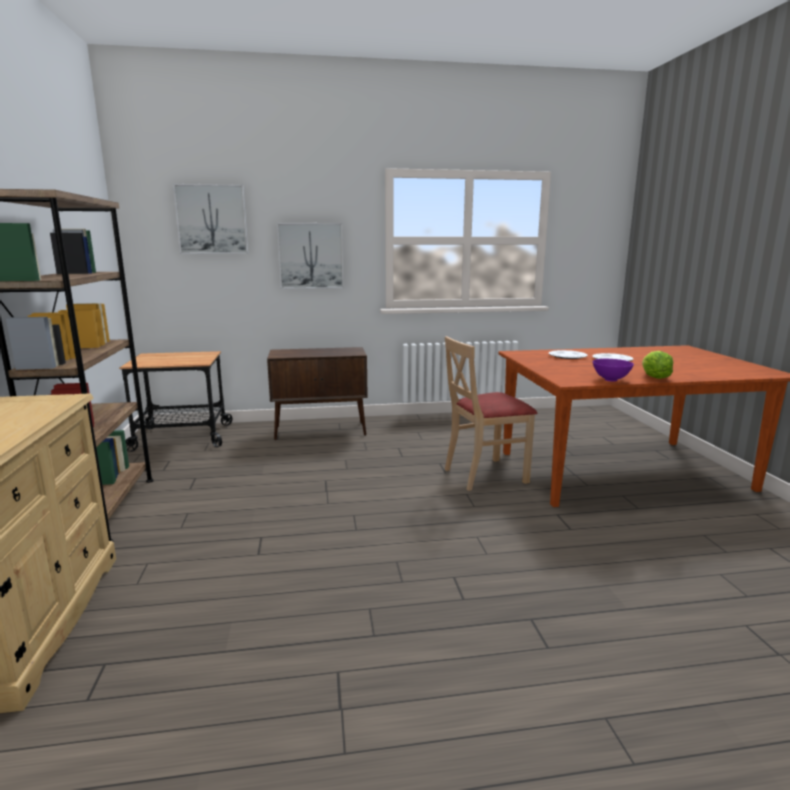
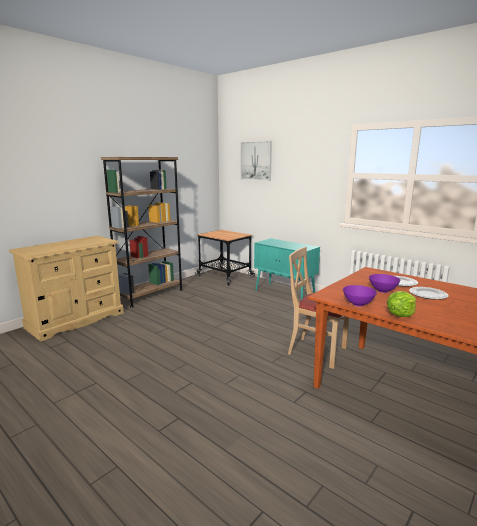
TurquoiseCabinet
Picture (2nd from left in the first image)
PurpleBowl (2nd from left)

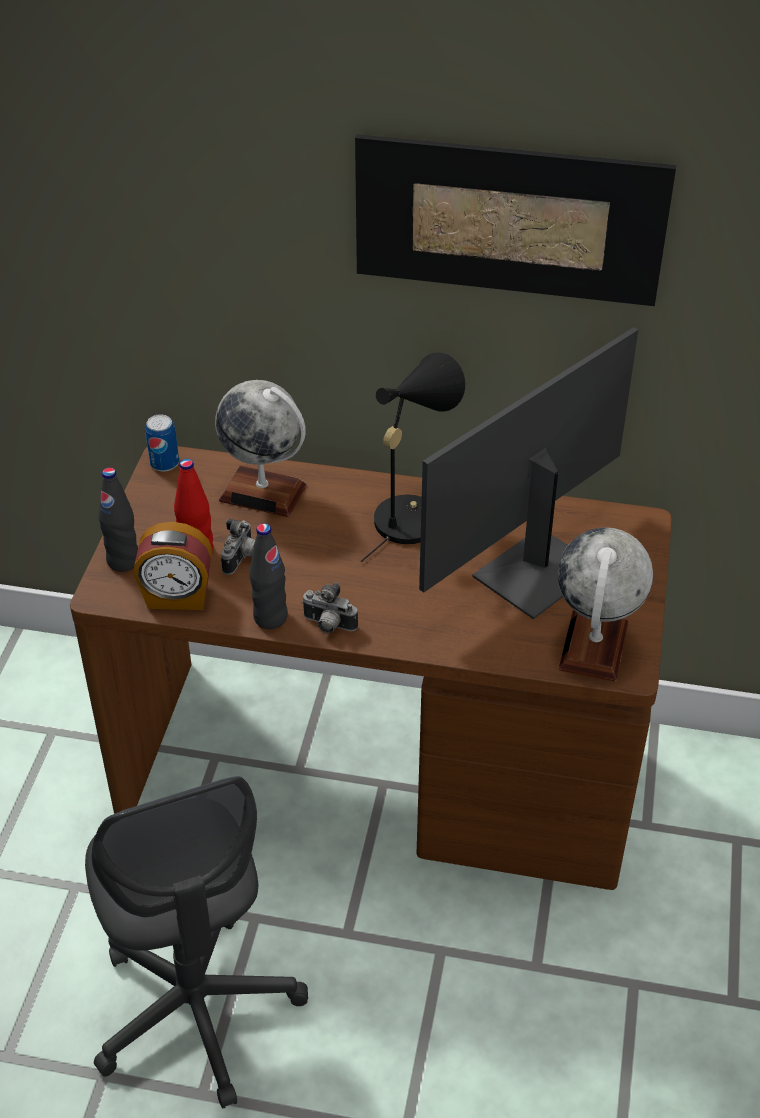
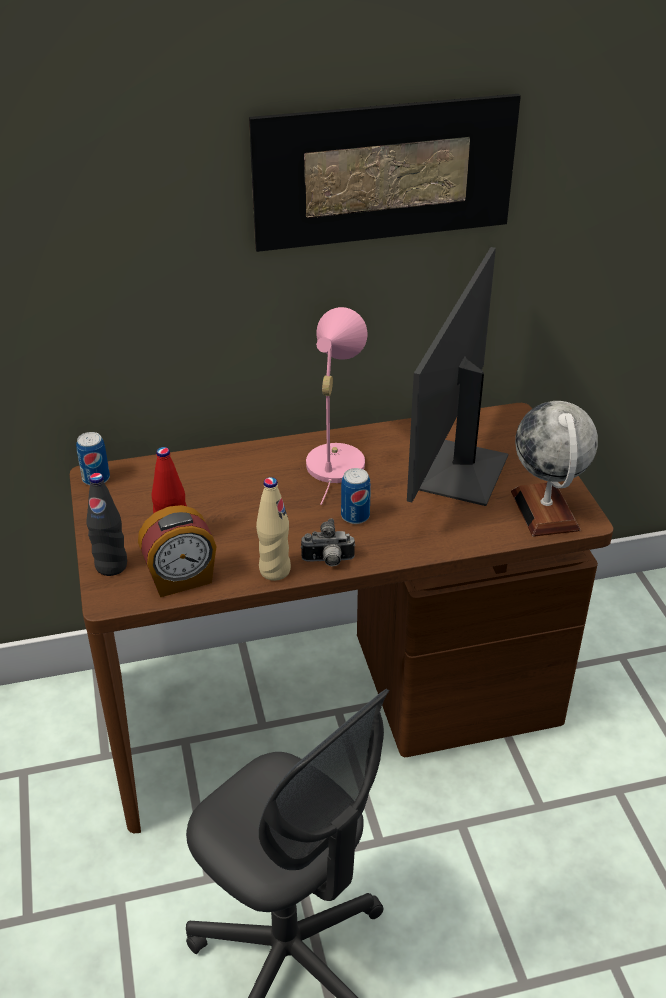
Globe (1st from left in the first image)
PhotoCamera (1st from left in the first image)
BeigeBottle
PinkTableLamp
Can (2nd from left)

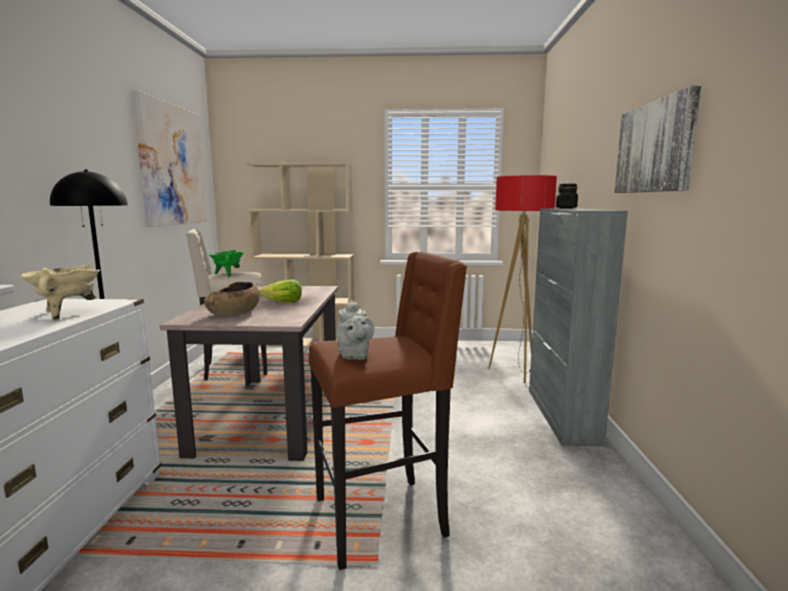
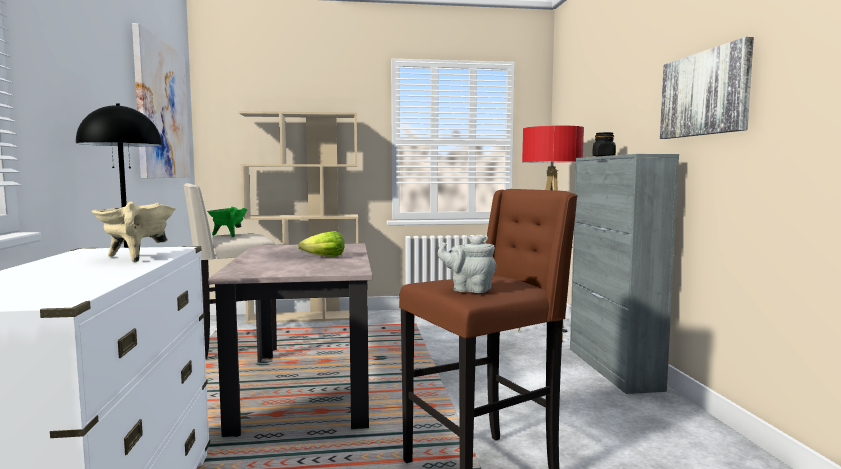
BrownBowl
GreyTeapot

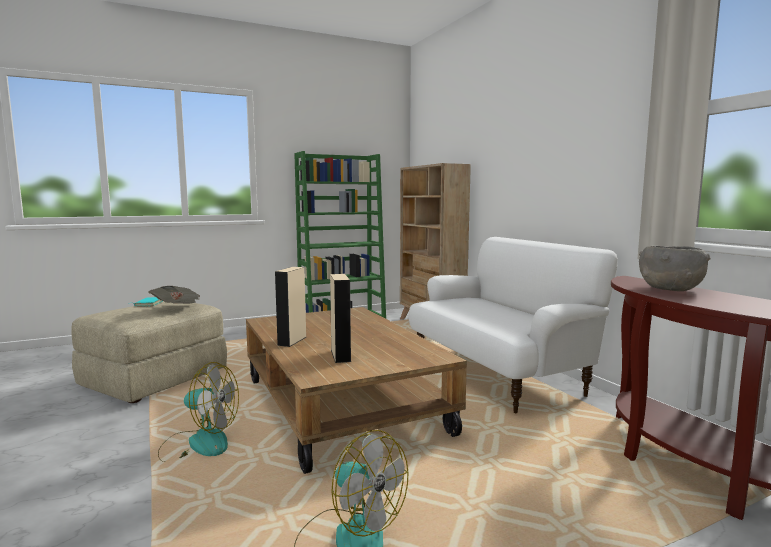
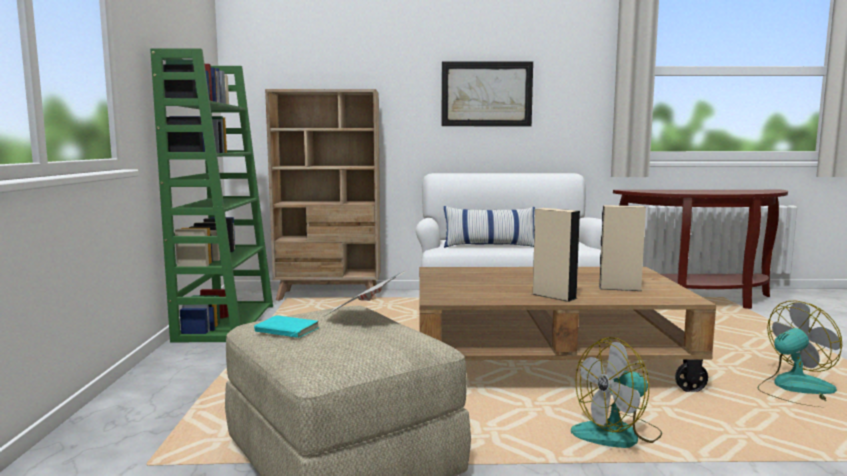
Fan (1st from left)
GreyBowl
Picture
Pillow

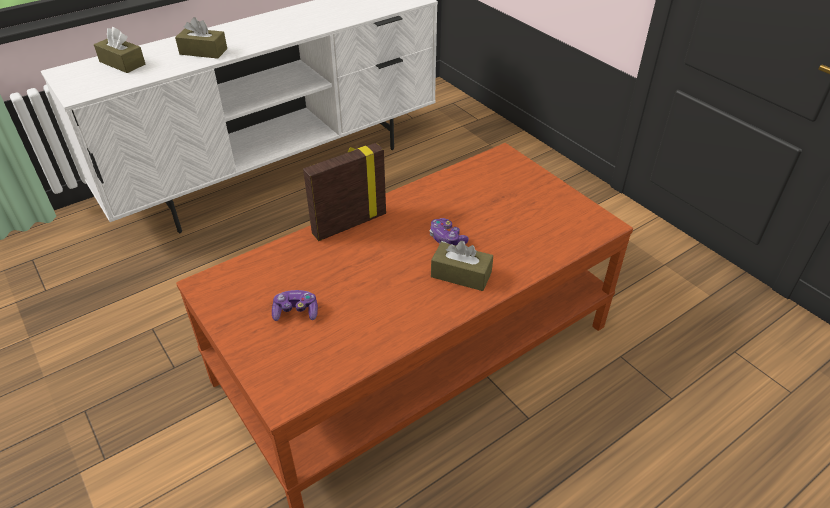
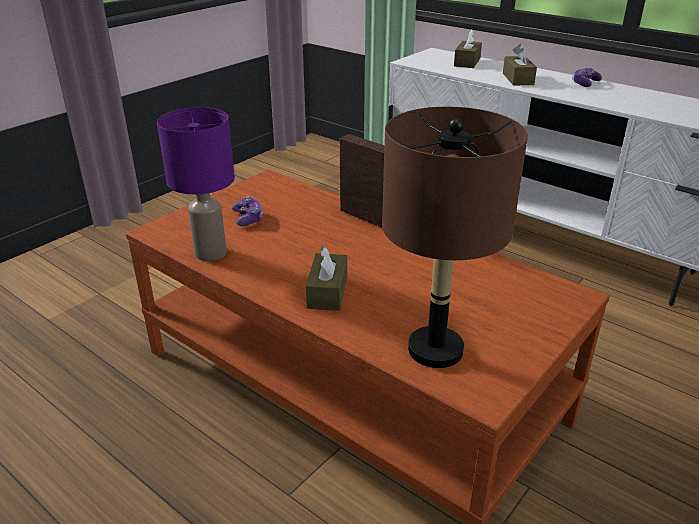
GameController (2nd from left)
PurpleTableLamp
BrownTableLamp

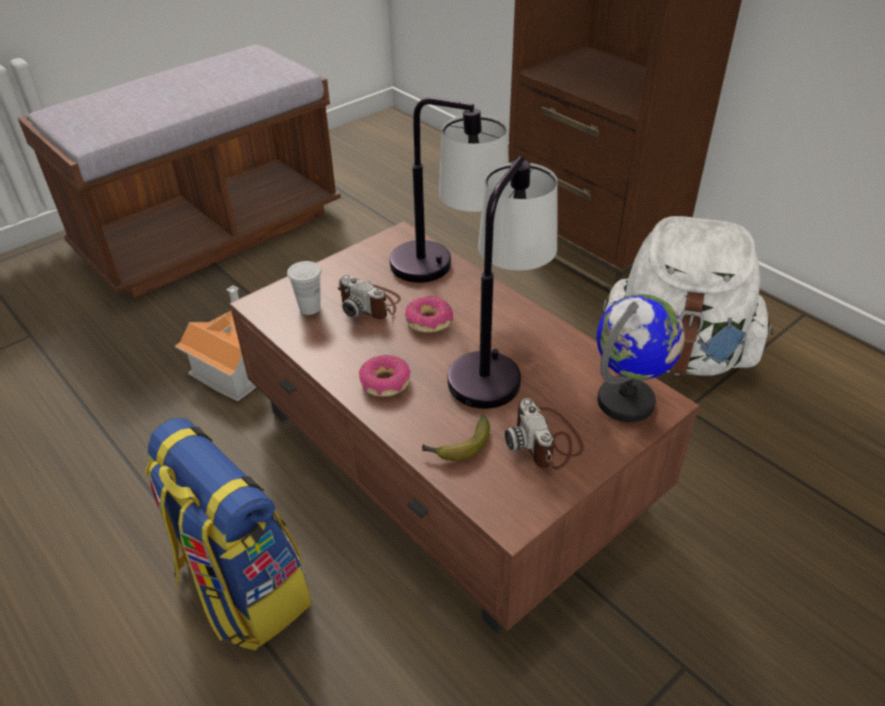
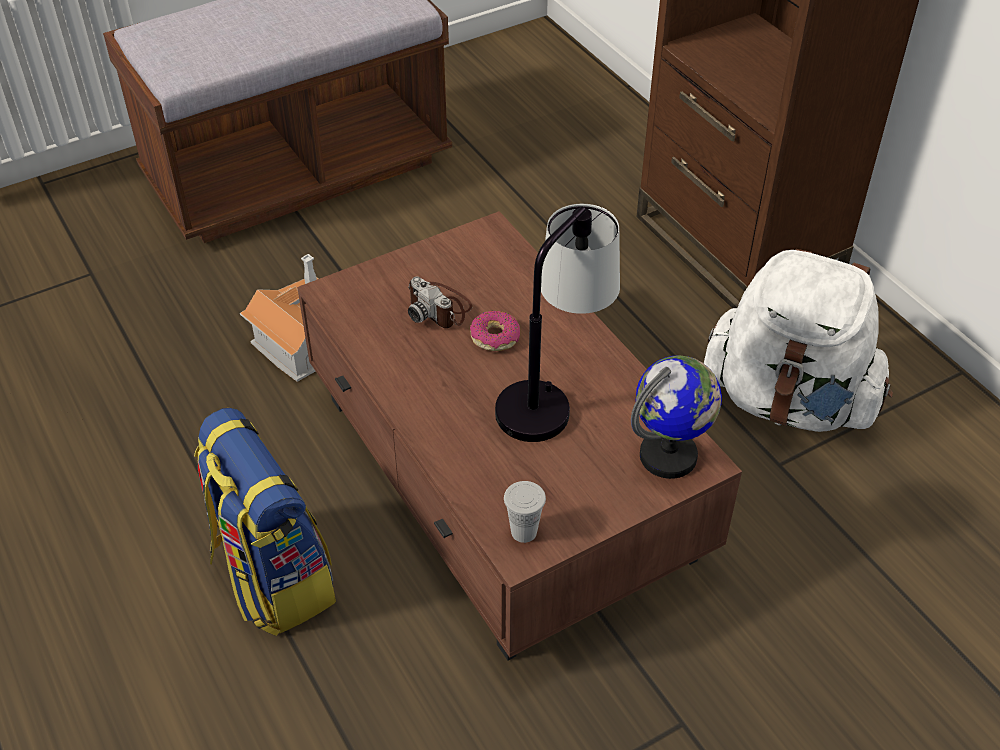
WhiteCup
Donut (1st from left in the first image)
TableLamp (1st from left in the first image)
Banana
PhotoCamera (2nd from left in the first image)

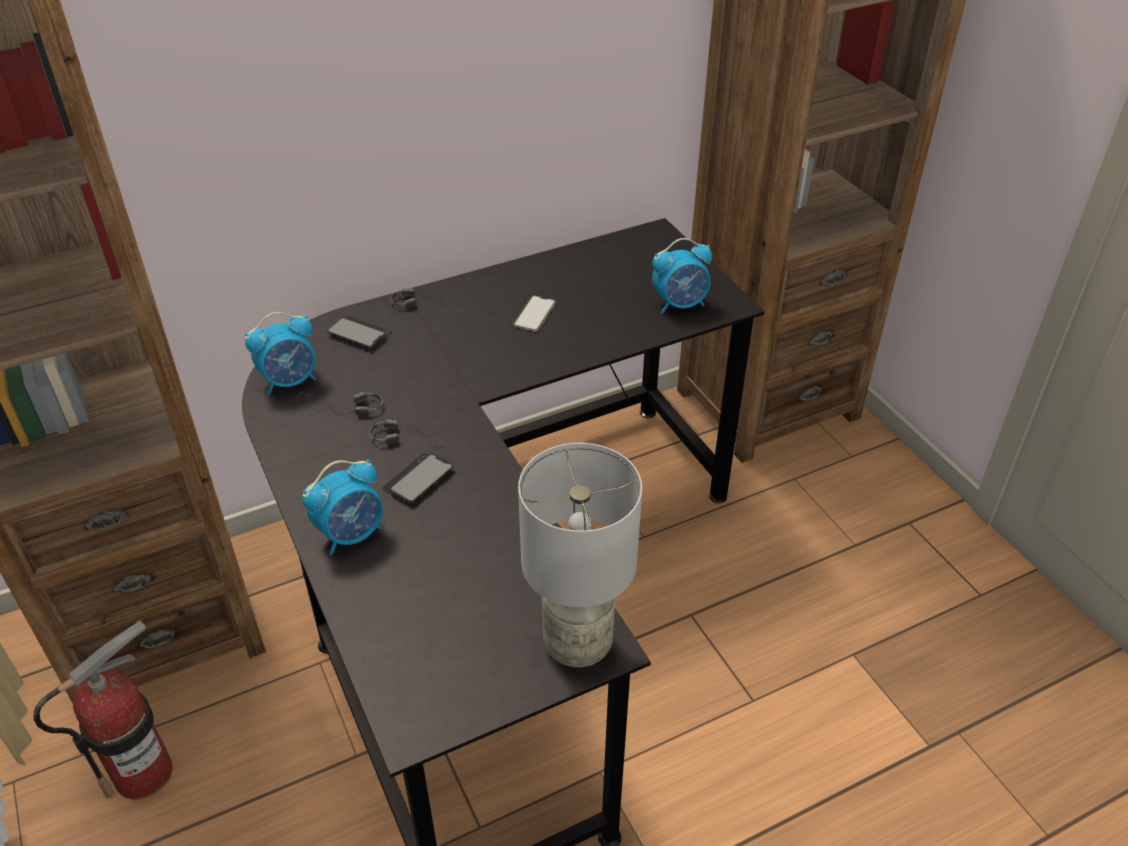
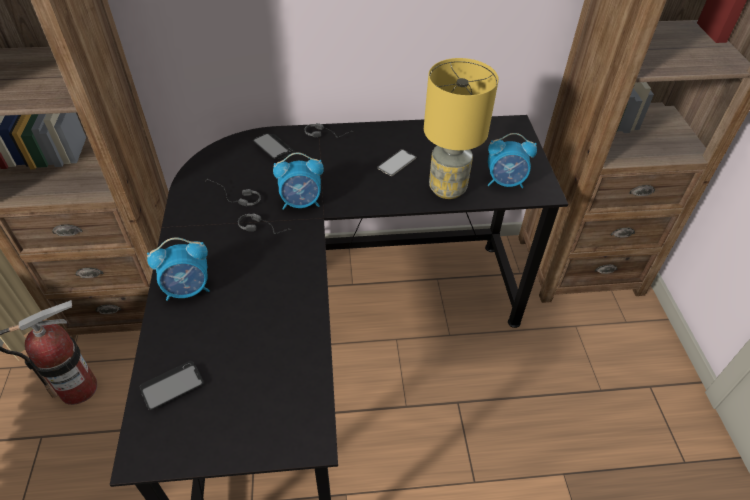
AlarmClock (2nd from left)
Phone (1st from left)
GreyTableLamp
YellowTableLamp

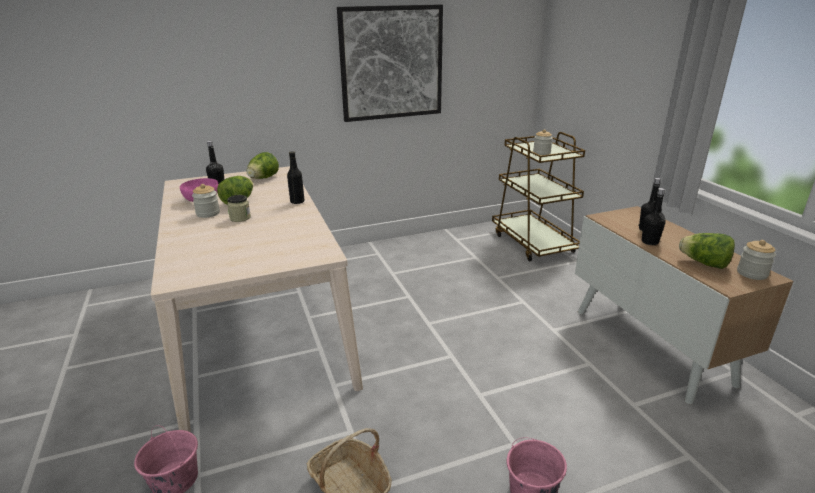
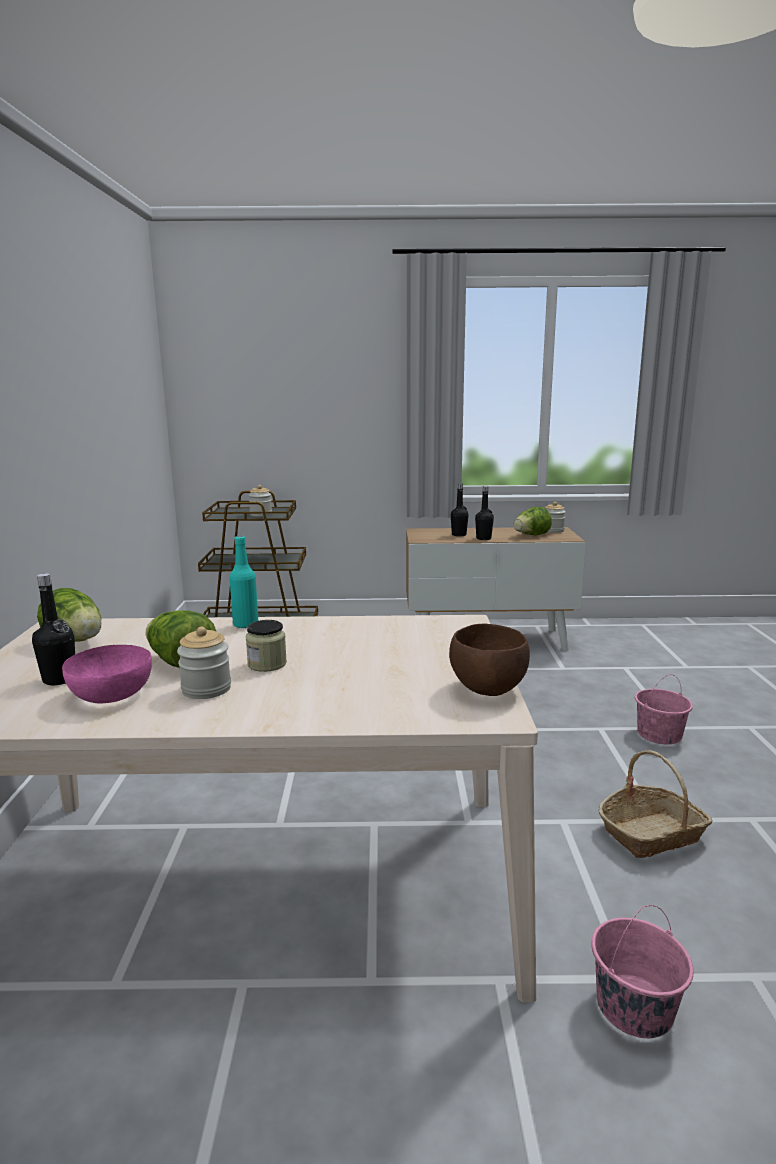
TurquoiseBottle
Picture
BrownBowl

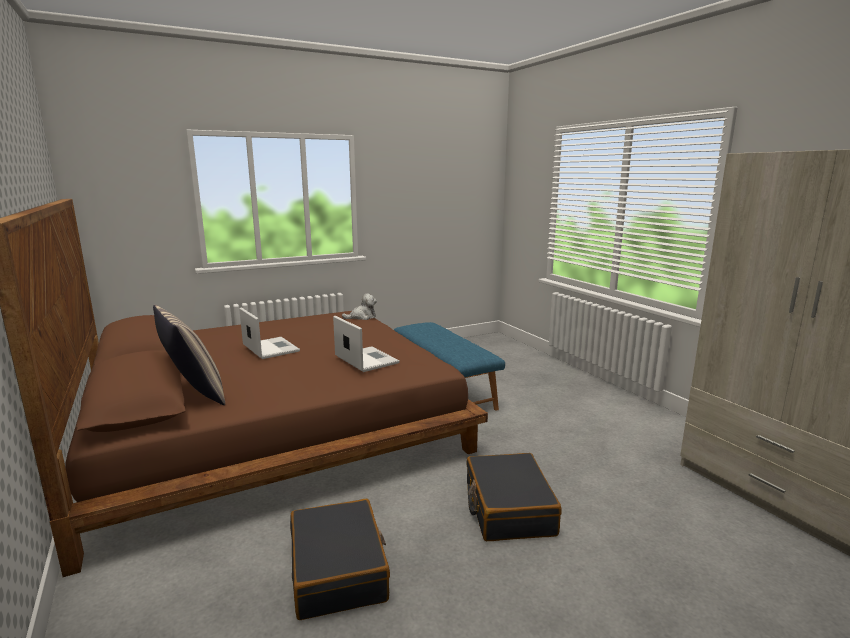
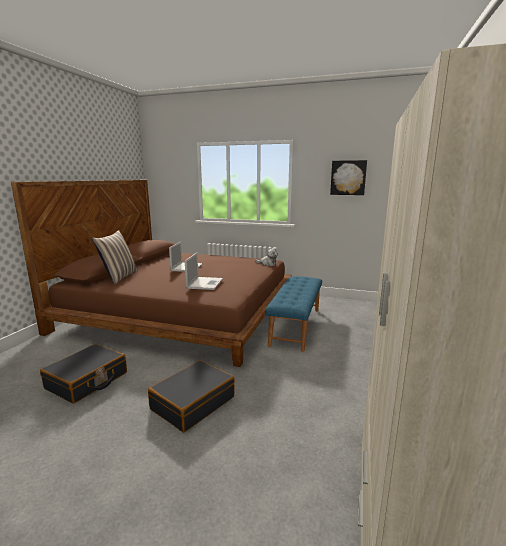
Picture

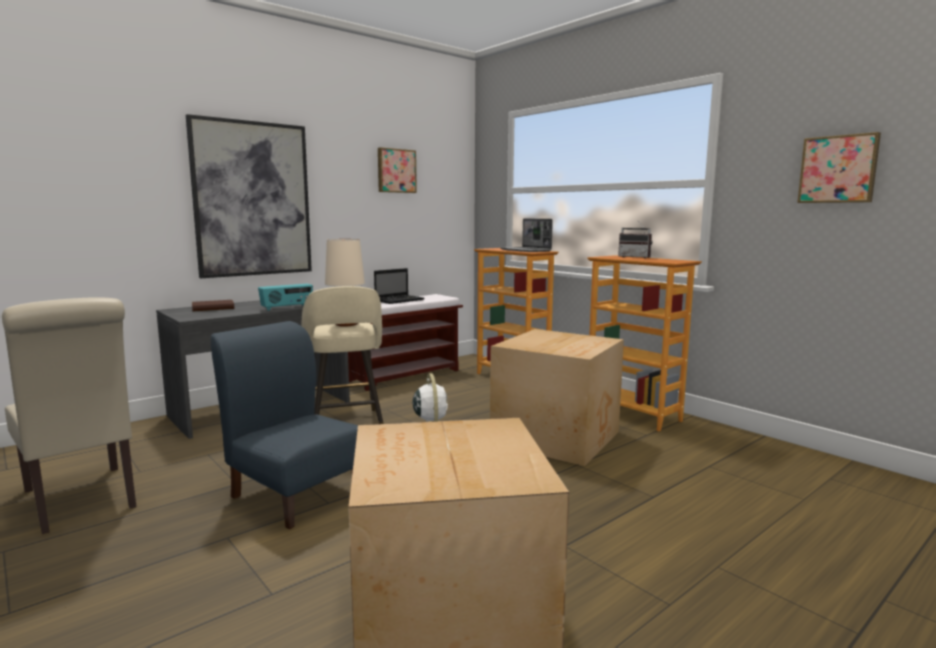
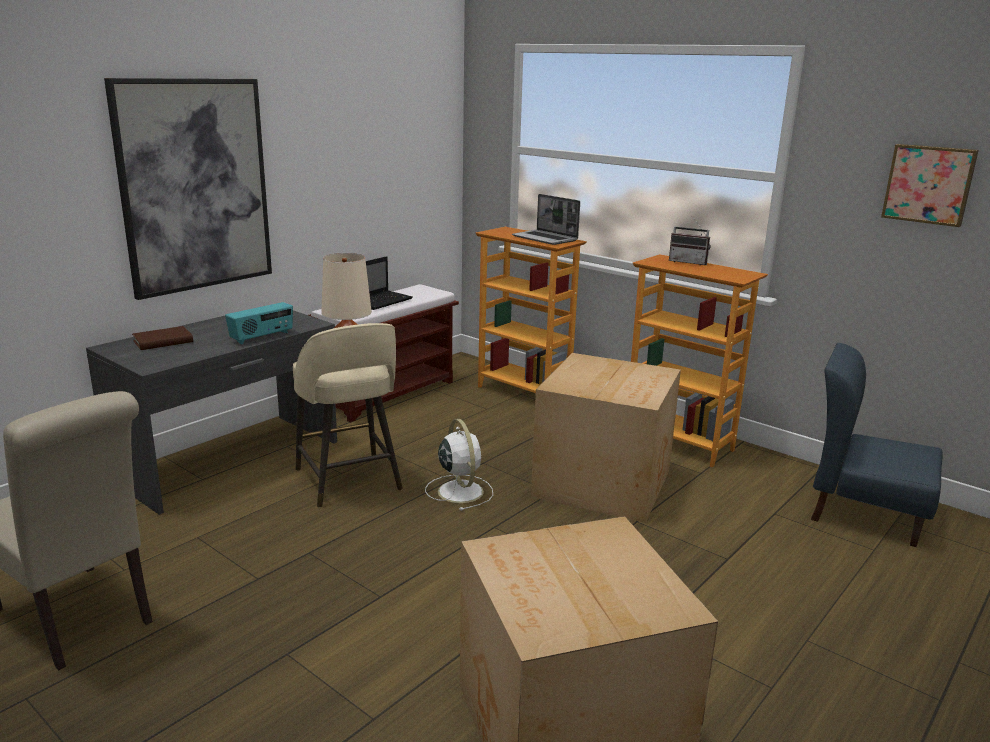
BlueChair
Picture (2nd from left in the first image)

